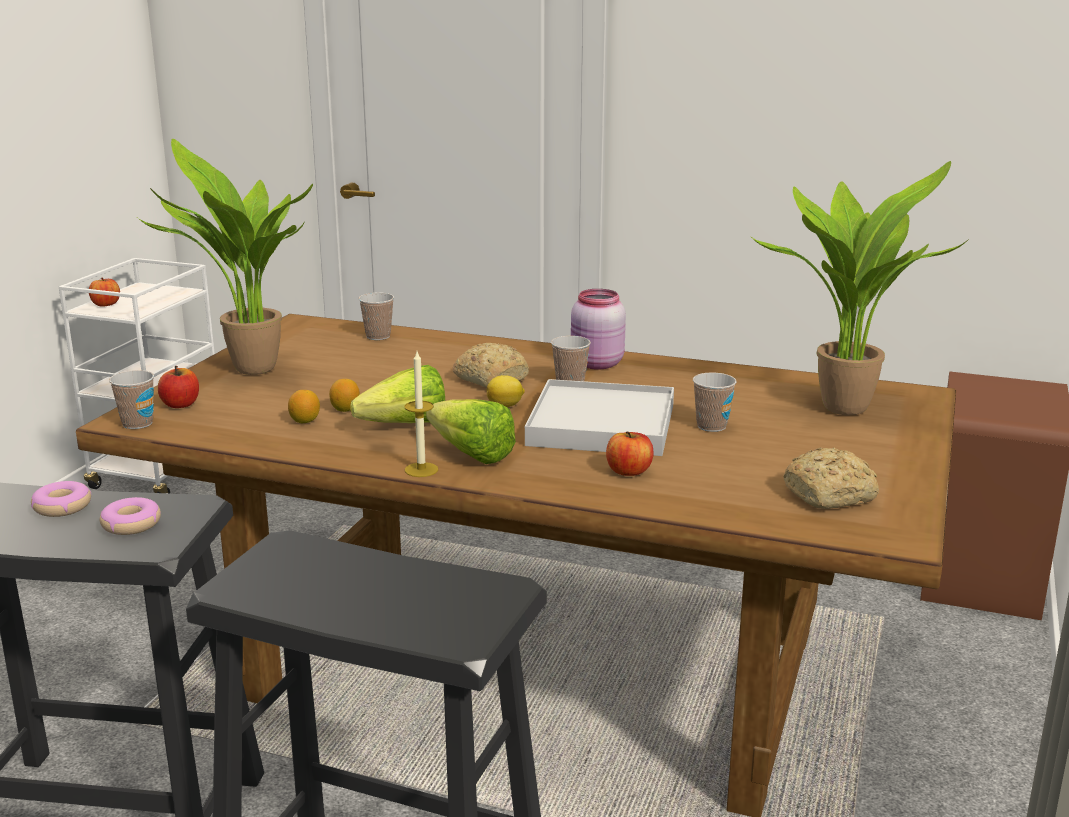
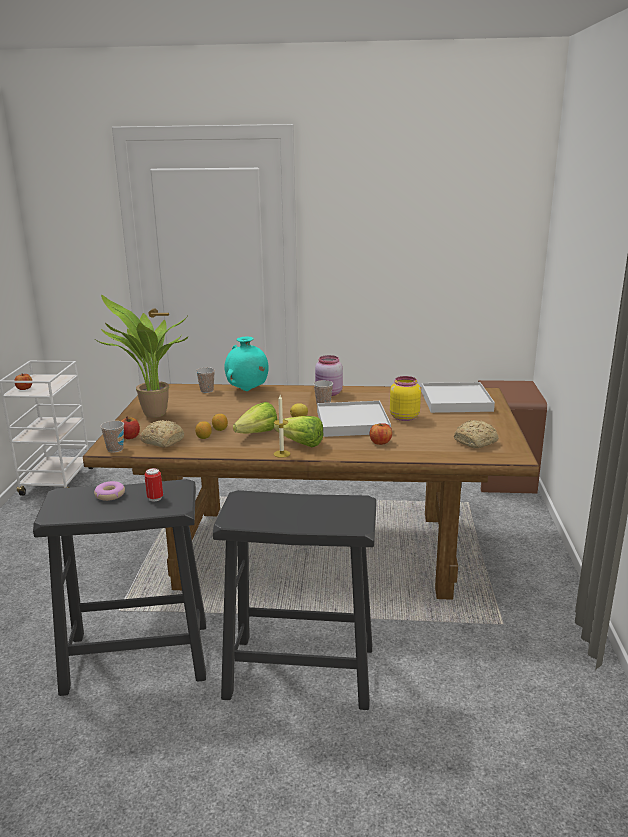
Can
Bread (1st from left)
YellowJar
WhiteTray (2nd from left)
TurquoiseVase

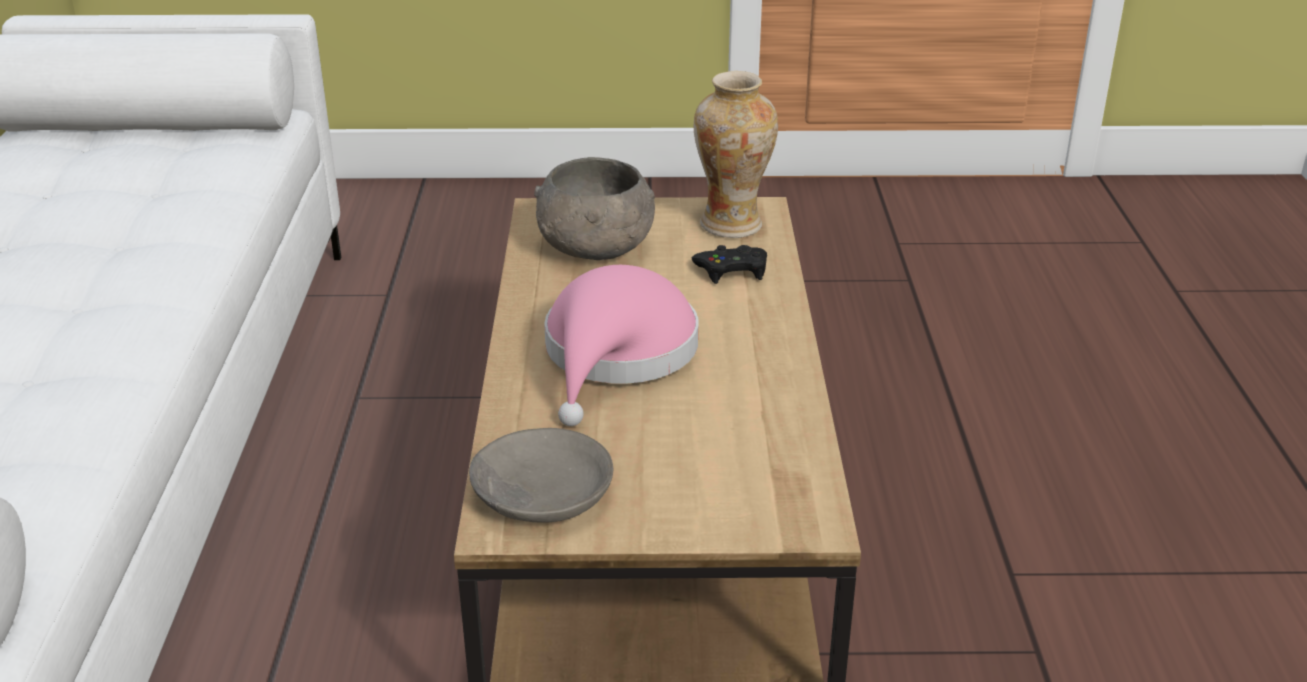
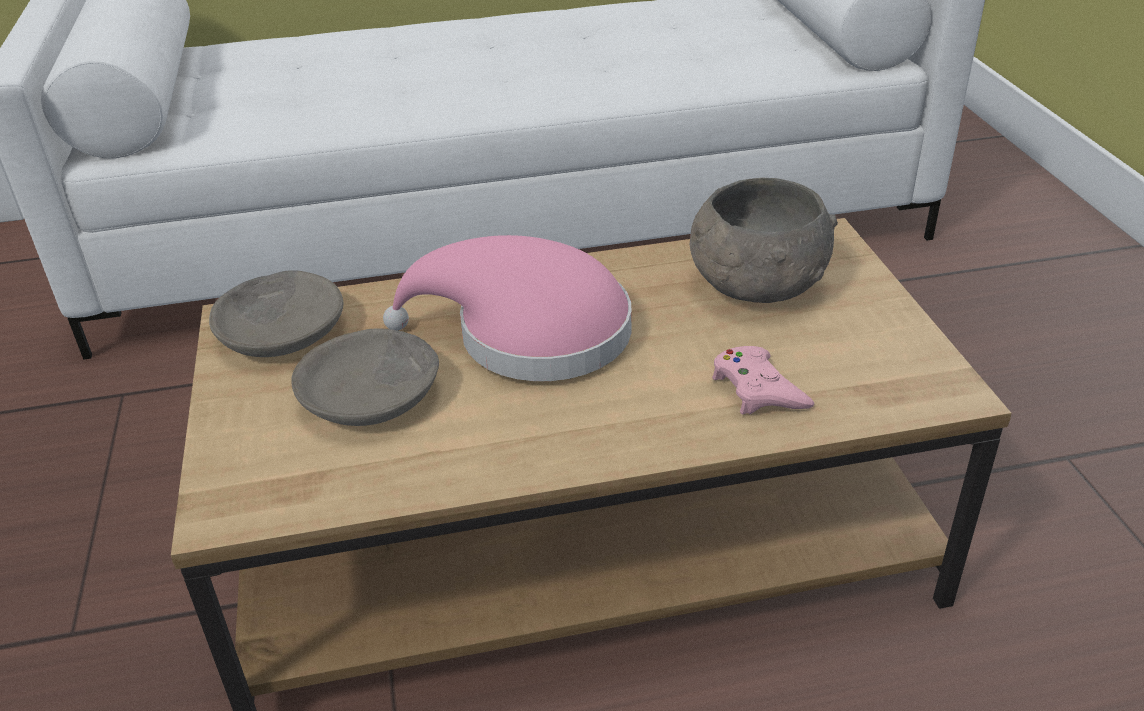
PinkGameController
Vase
GreyBowl (2nd from left)

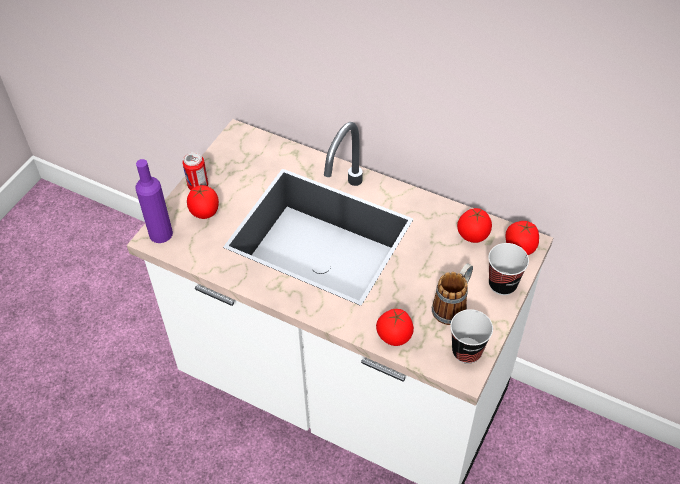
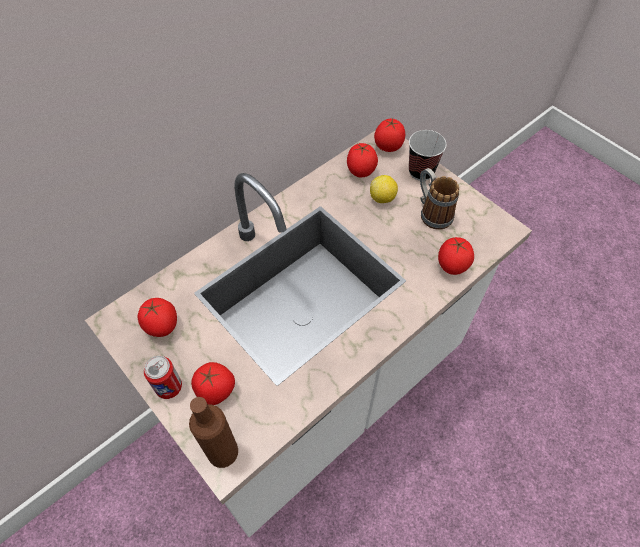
BrownBottle
Cup (1st from left in the first image)
Tomato (1st from left)
Lemon

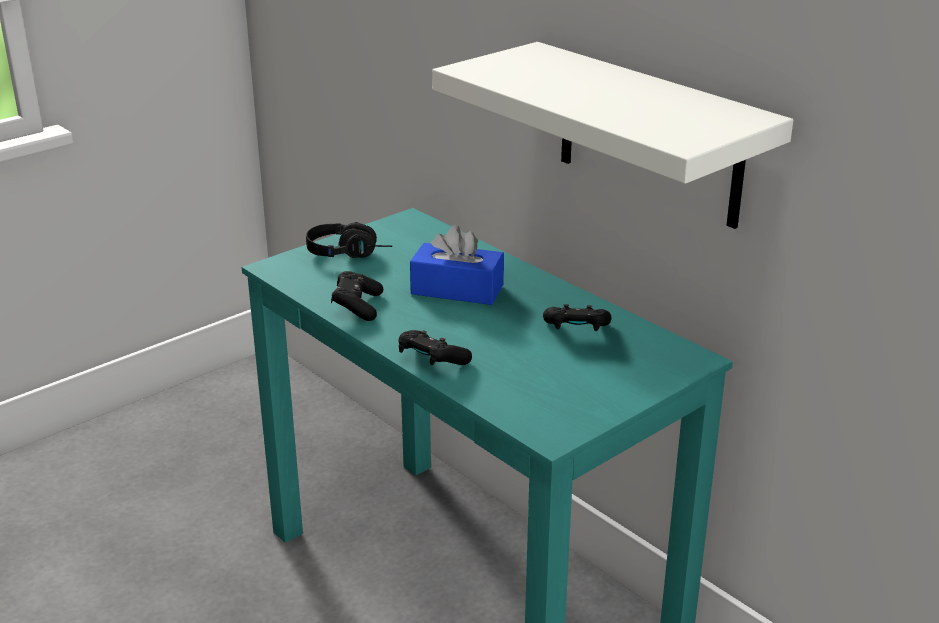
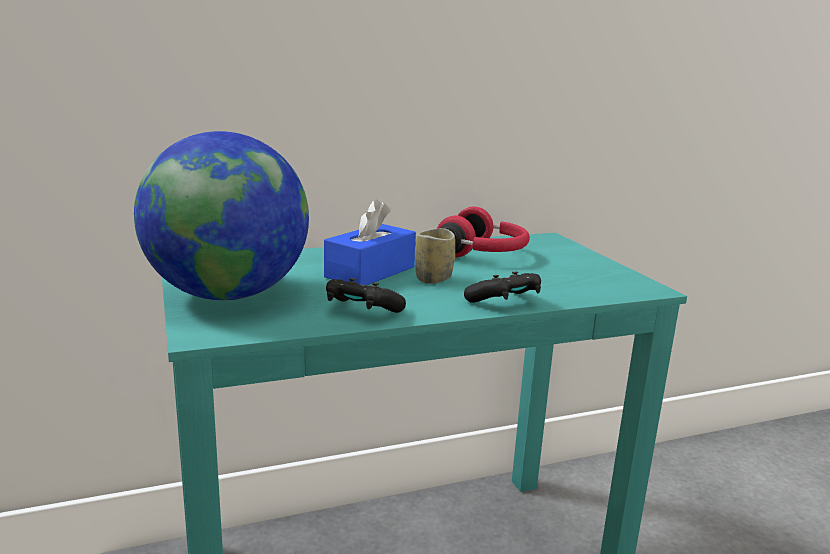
Globe
WhiteShelf
RedHeadphones
Cup

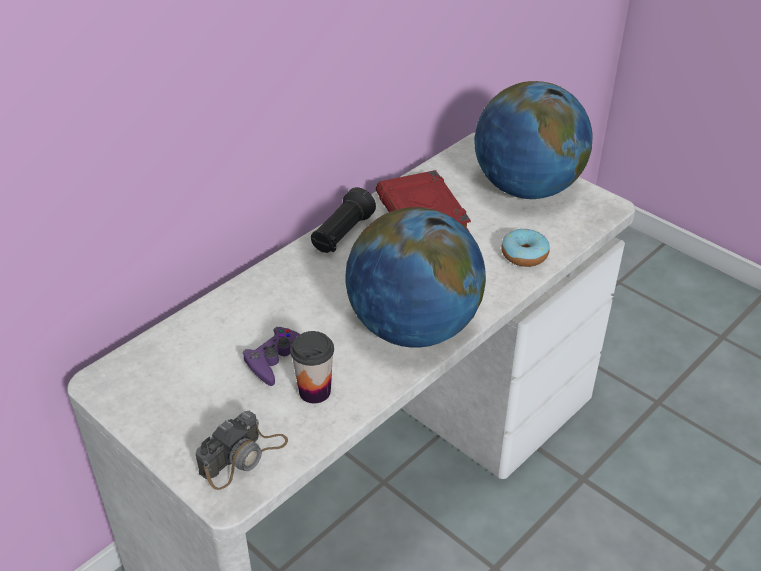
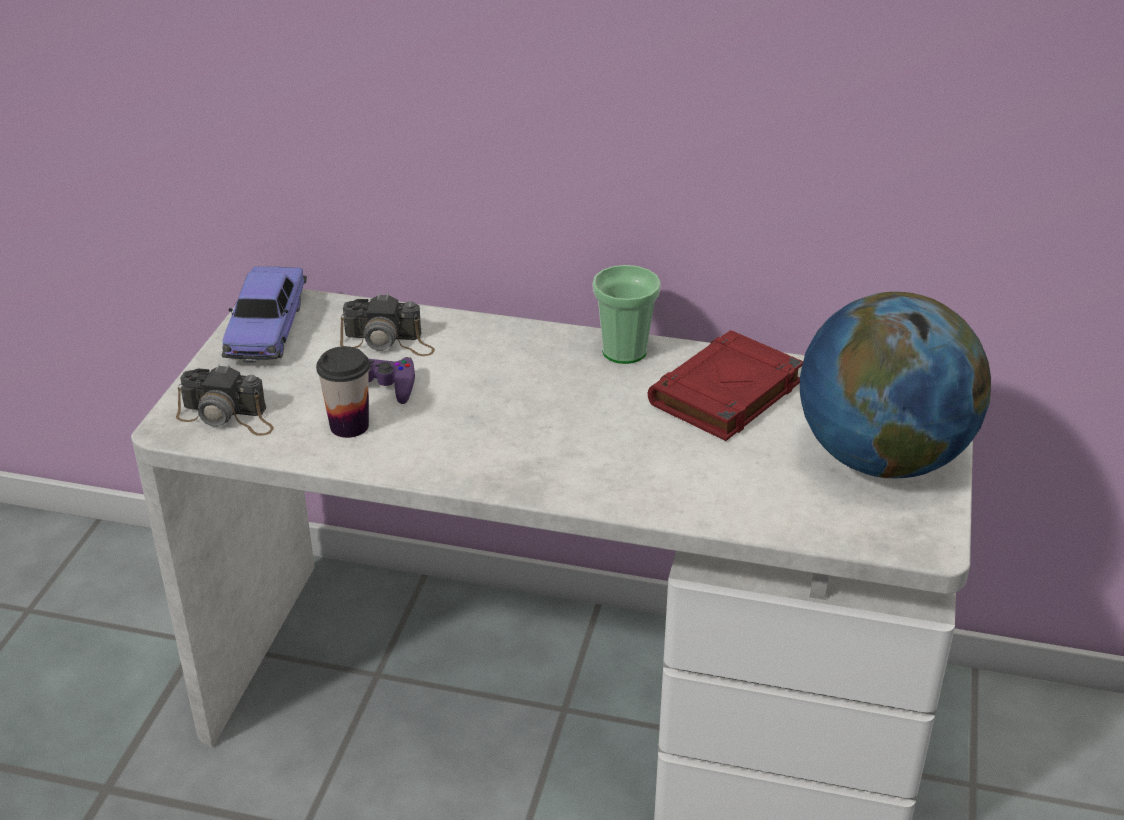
Cup (2nd from left)
Globe (1st from left in the first image)
Donut
ToyCar
PhotoCamera (2nd from left)

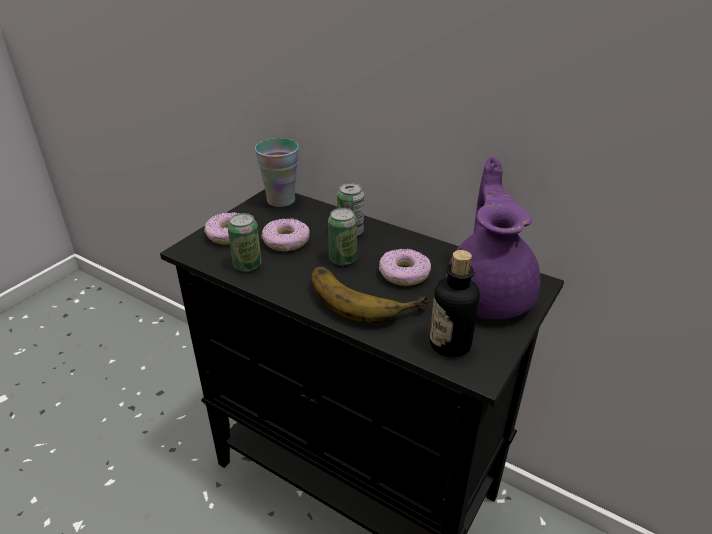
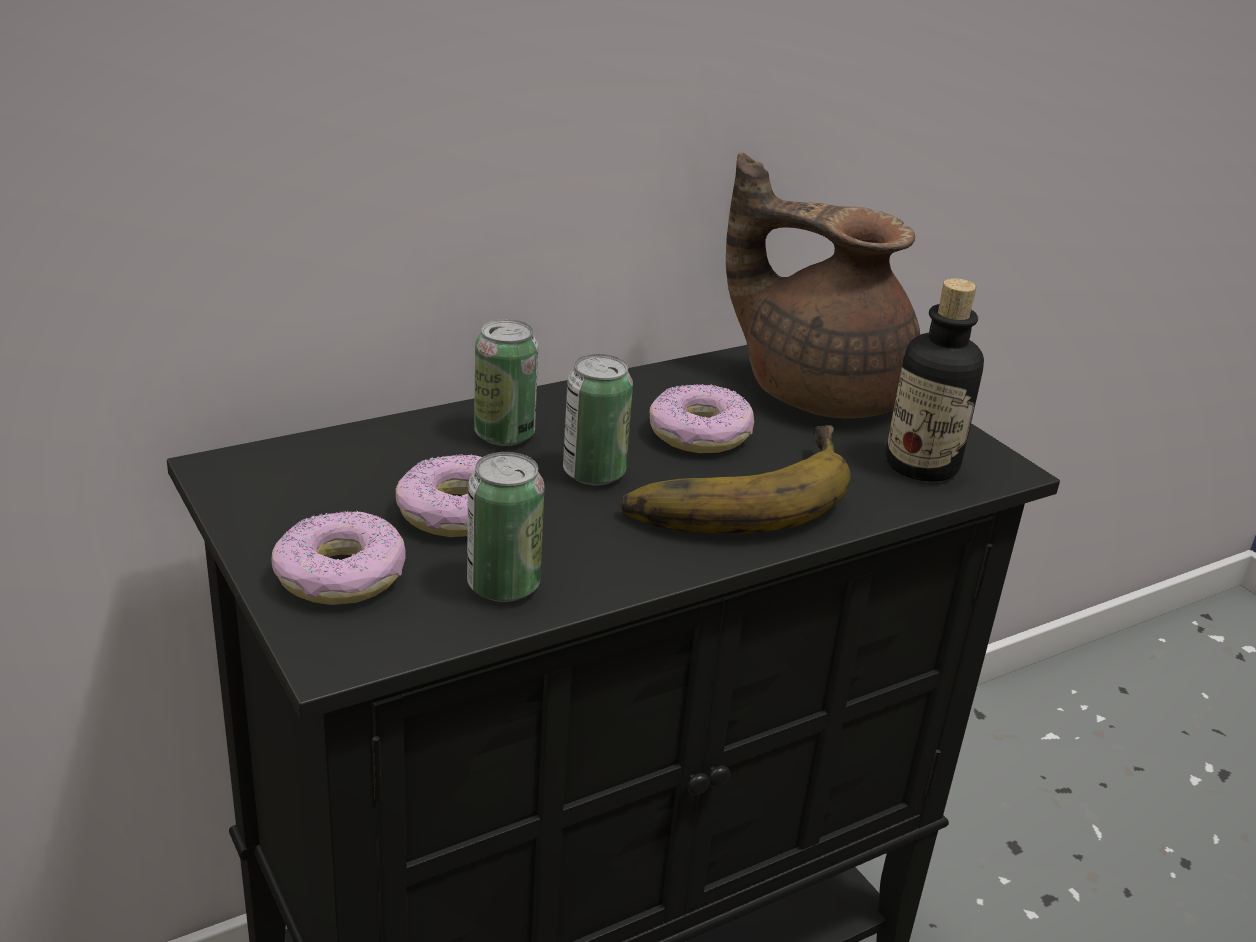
Cup
BrownTeapot

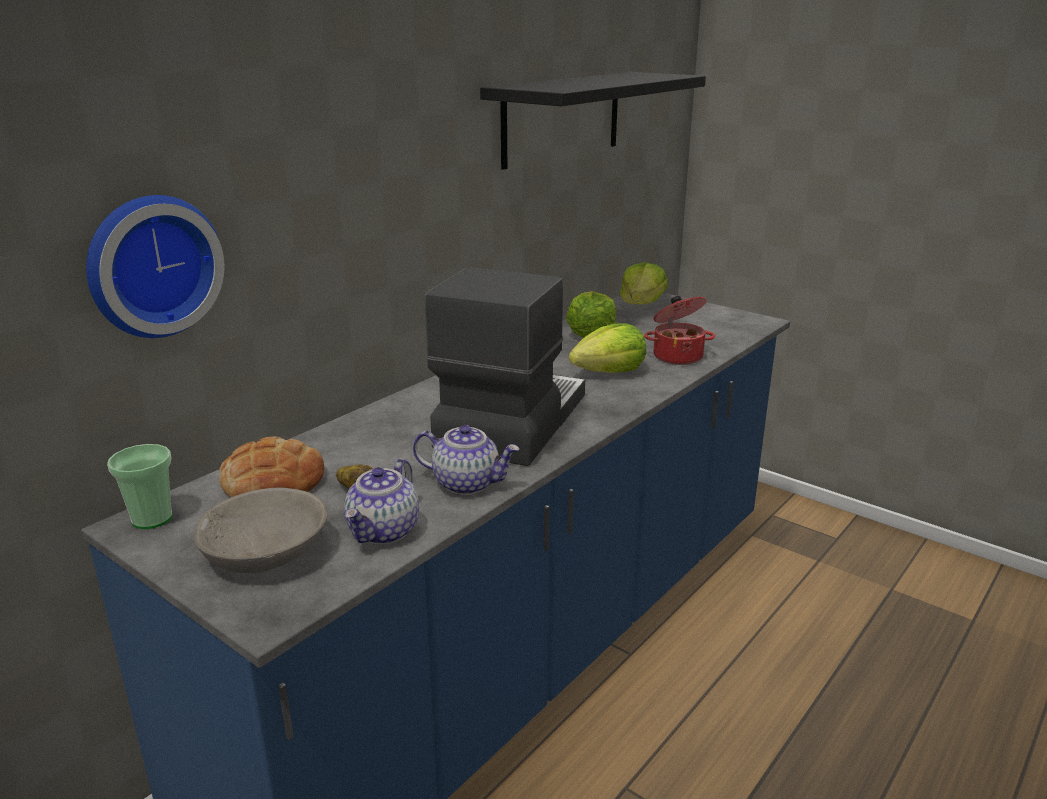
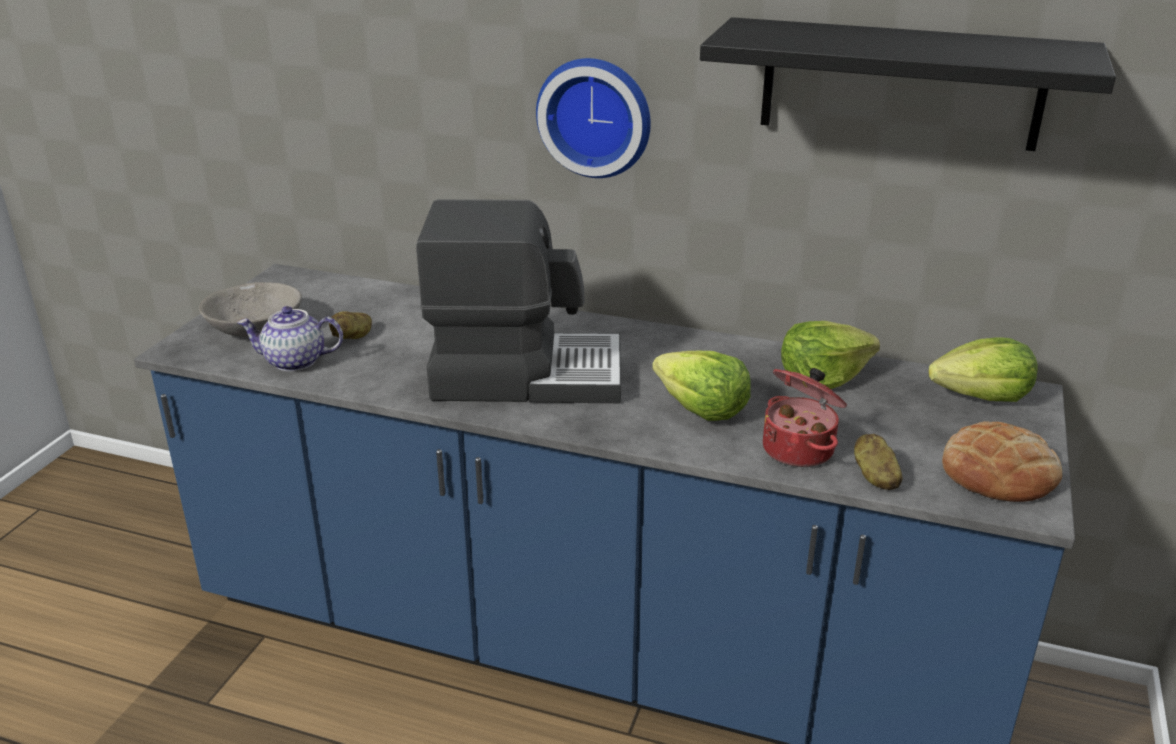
WallClock
Cup
Bread
Teapot (2nd from left in the first image)
Potato (2nd from left)

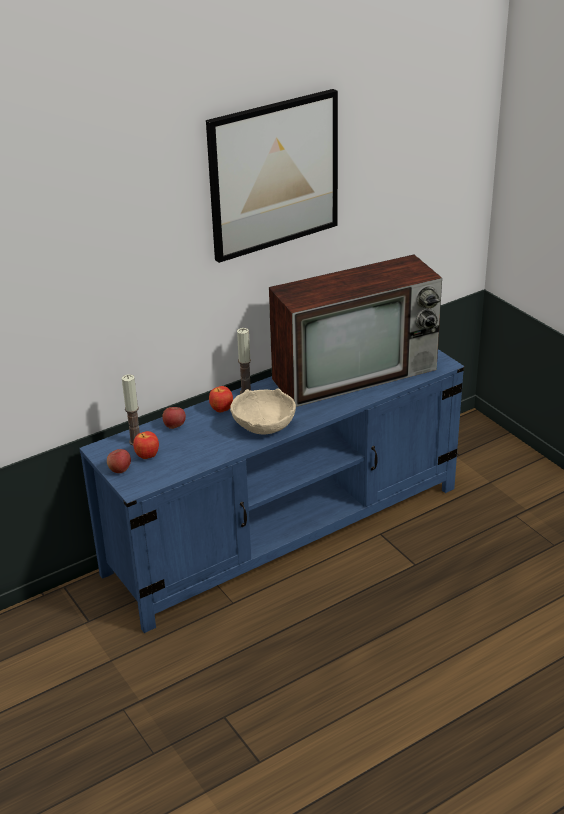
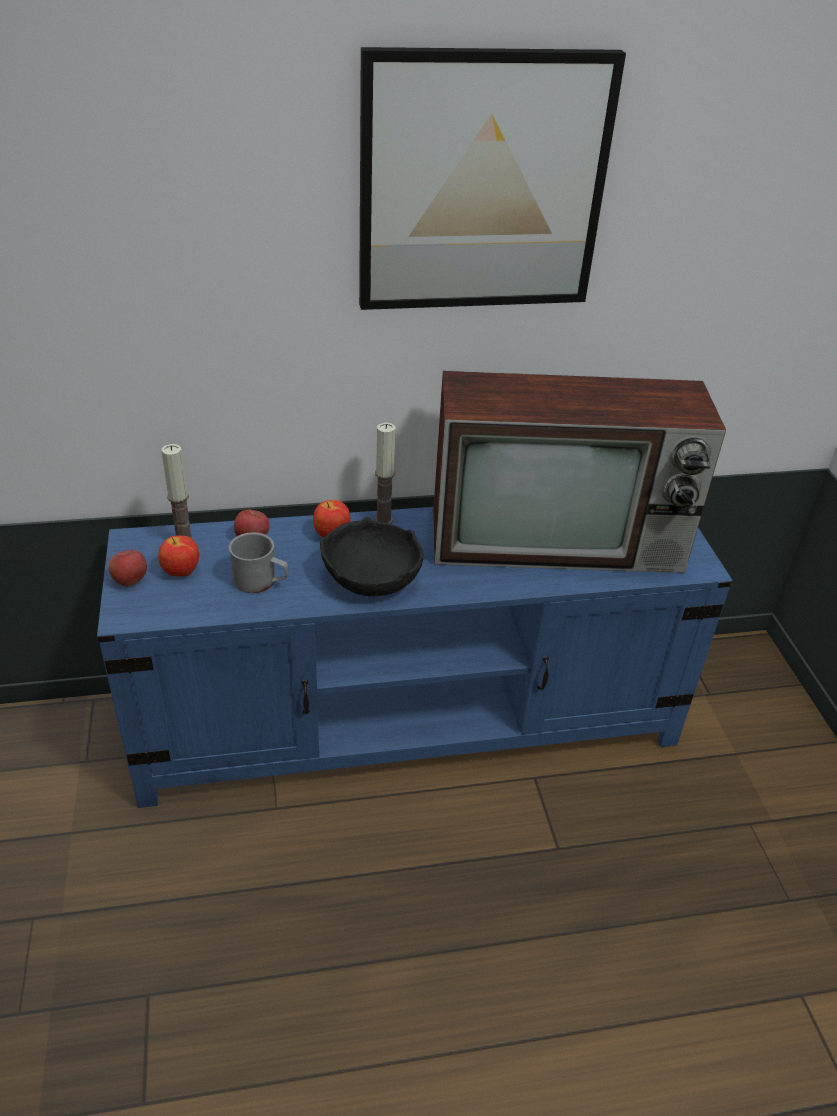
BlackBowl
GreyMug

